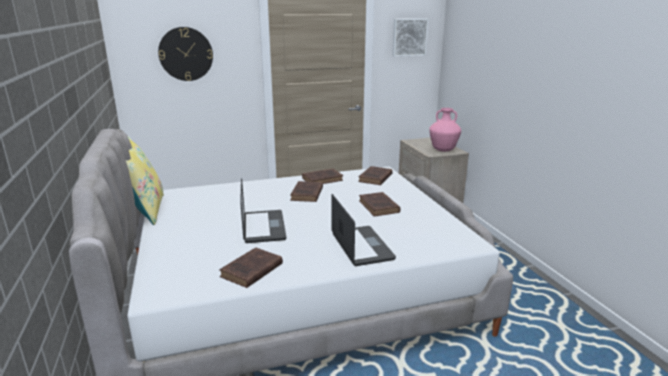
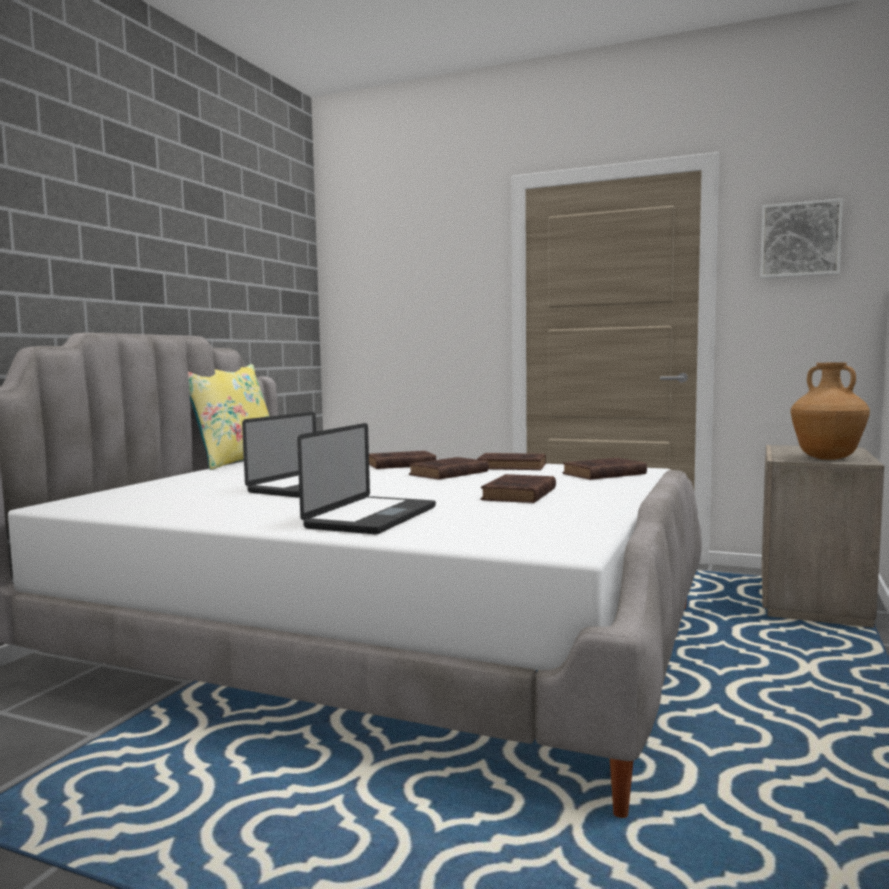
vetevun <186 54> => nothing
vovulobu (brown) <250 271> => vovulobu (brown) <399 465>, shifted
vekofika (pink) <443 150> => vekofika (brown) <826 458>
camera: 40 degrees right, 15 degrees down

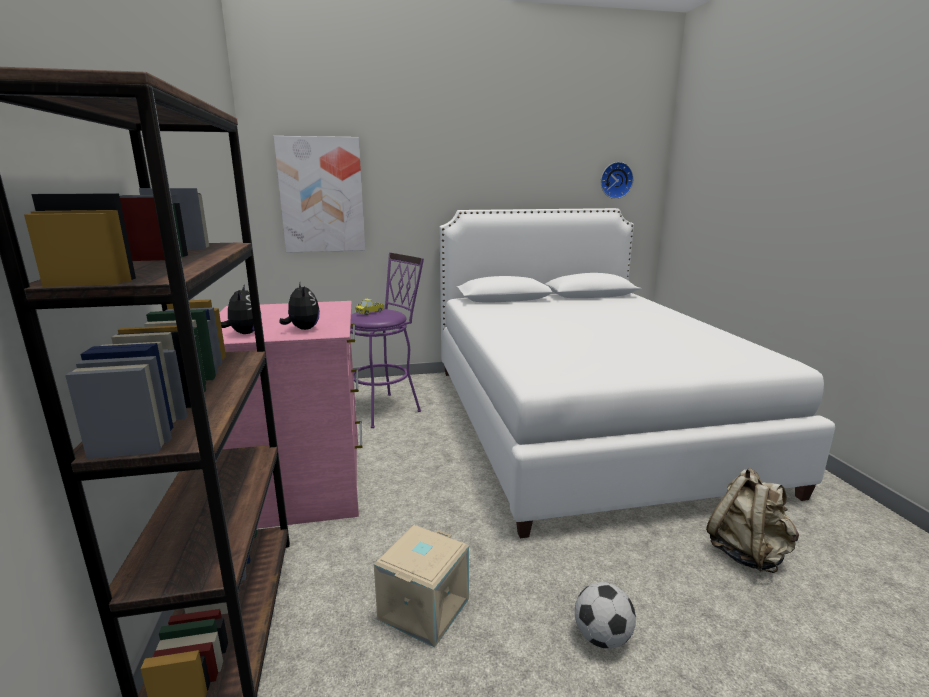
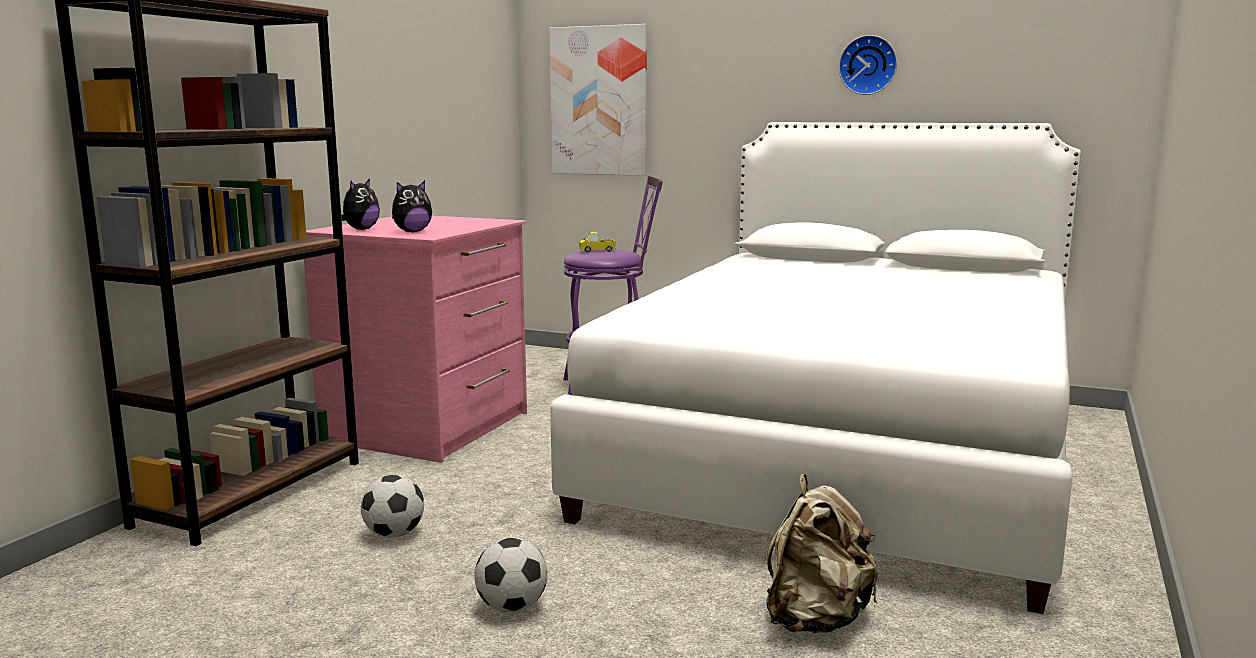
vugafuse <303 329> => vugafuse <412 232>, 45 degrees clockwise
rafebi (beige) <423 608> => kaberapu <394 534>
vetevun <615 180> => vetevun <868 65>, shifted
camera: 35 degrees right, 5 degrees down

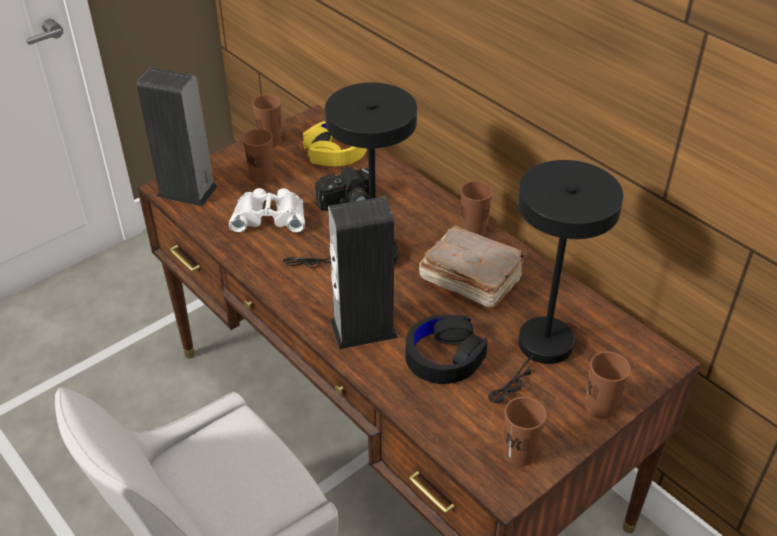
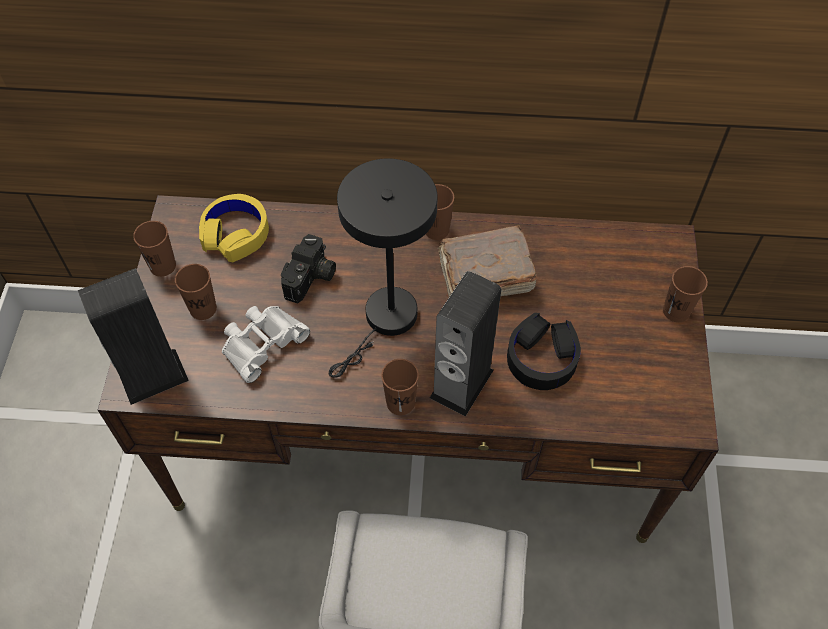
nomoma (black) <541 350> => nothing
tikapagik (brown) <519 453> => tikapagik (brown) <400 402>, shifted
camera: 45 degrees left, 15 degrees up

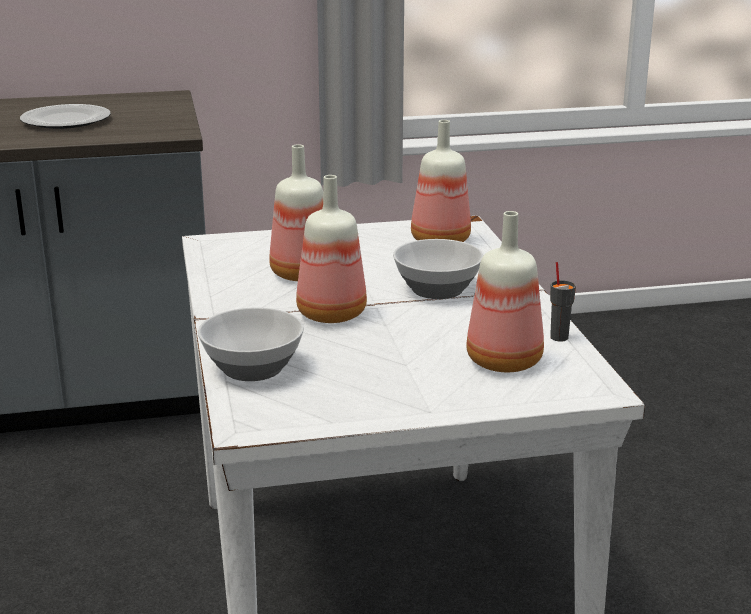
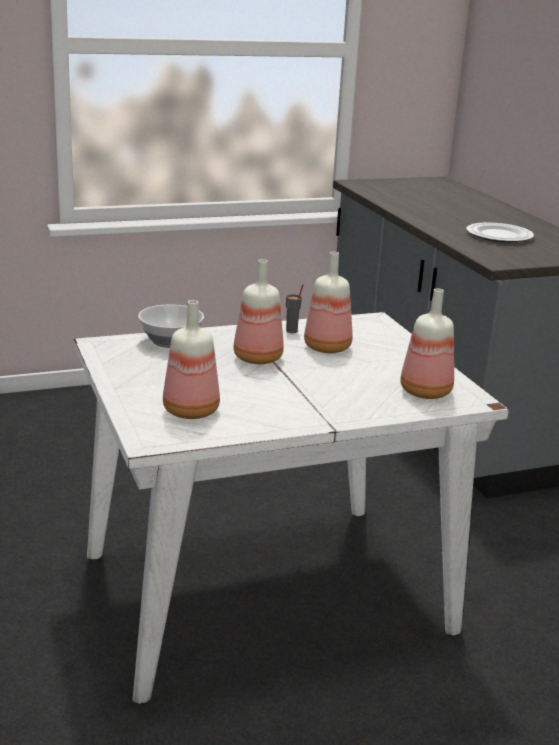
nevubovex <436 289> => nothing
tikapagik (grey) <559 337> => tikapagik (grey) <292 331>, shifted
camera: 80 degrees right, 0 degrees up

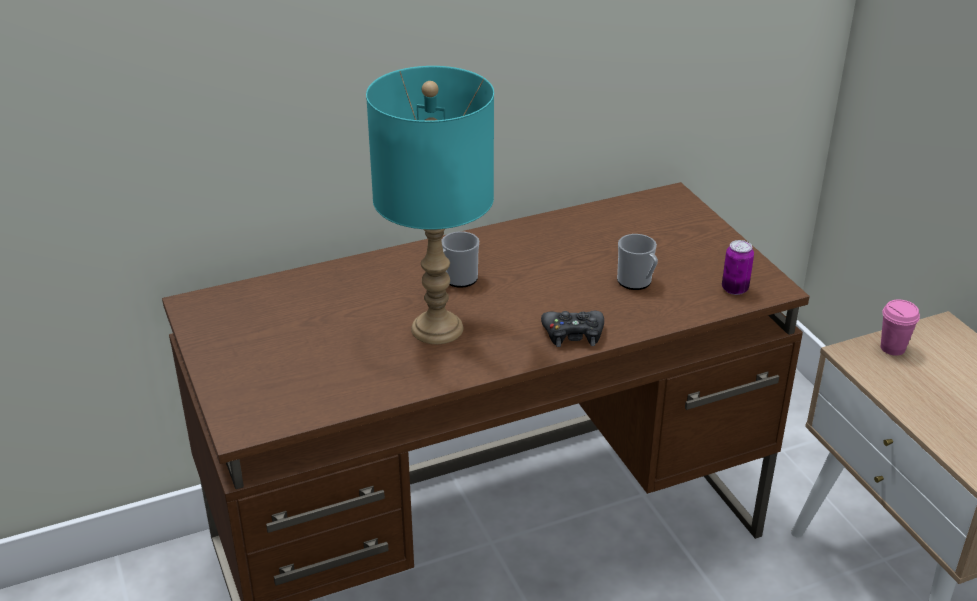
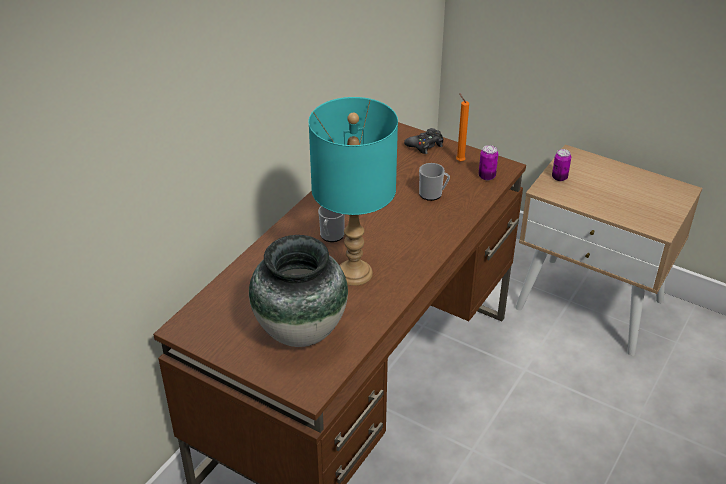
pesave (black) <573 334> => pesave (black) <425 145>, shifted
tikapagik (pink) <892 348> => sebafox <559 177>
nothing => vekofika <300 330>
nothing => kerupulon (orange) <459 161>
camera: 35 degrees left, 5 degrees up

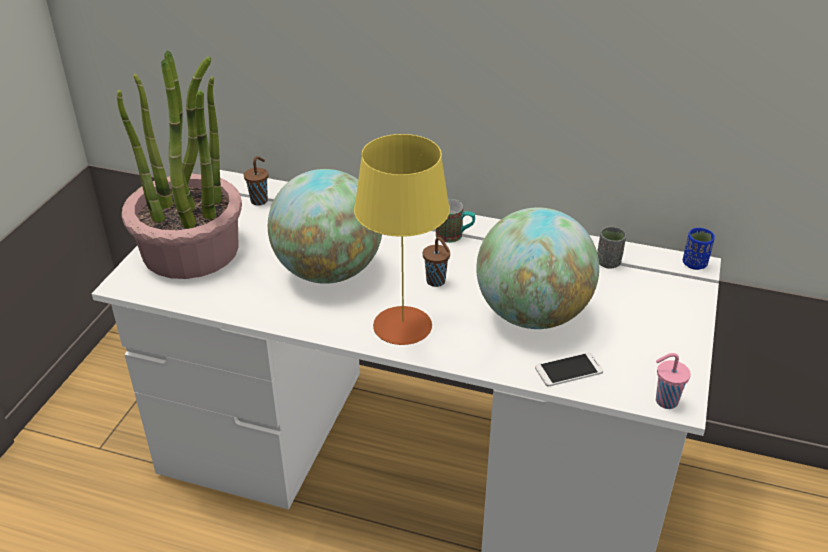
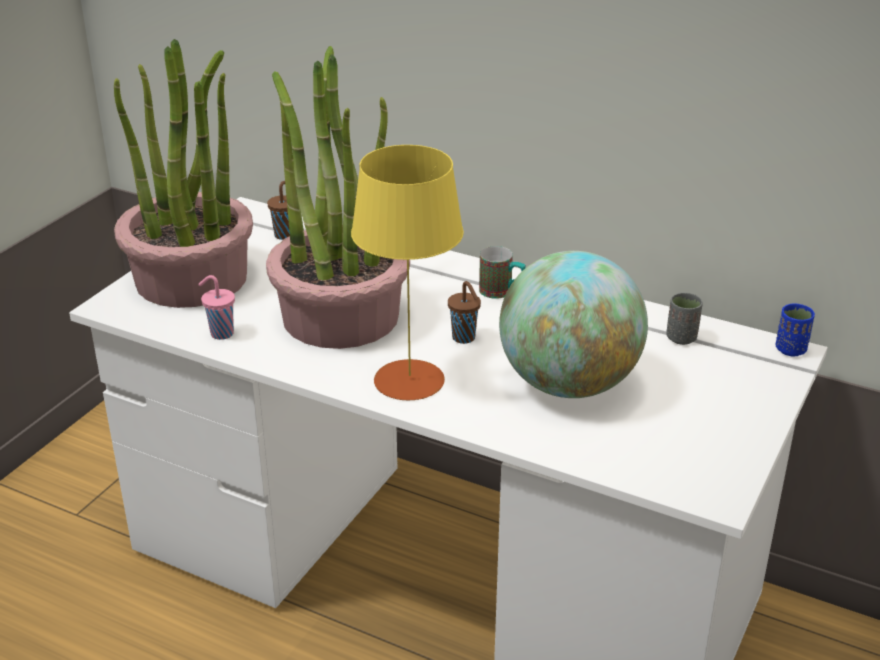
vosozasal <328 271> => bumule <340 315>
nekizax <568 370> => nothing
tikapagik (pink) <665 401> => tikapagik (pink) <220 333>, shifted
camera: 10 degrees right, 5 degrees down

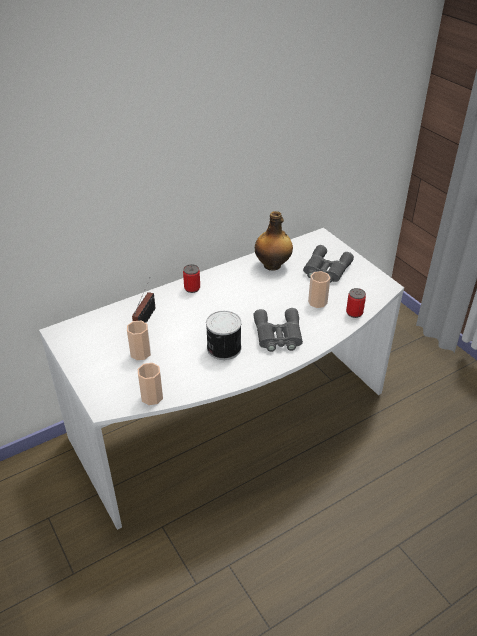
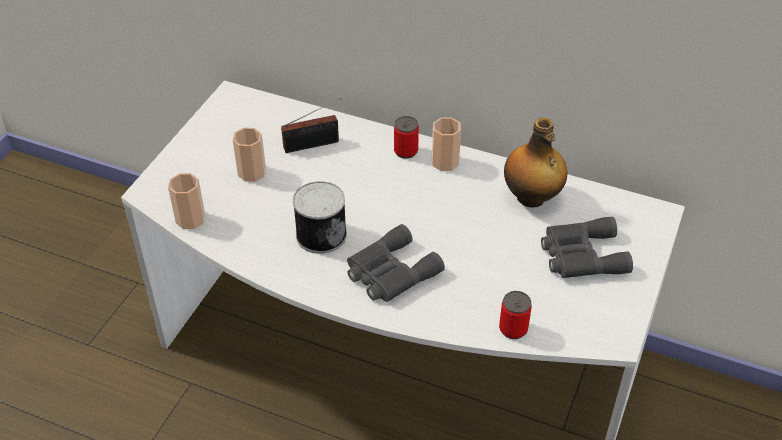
tikapagik <317 302> => tikapagik <445 162>, shifted
camera: 55 degrees right, 5 degrees up

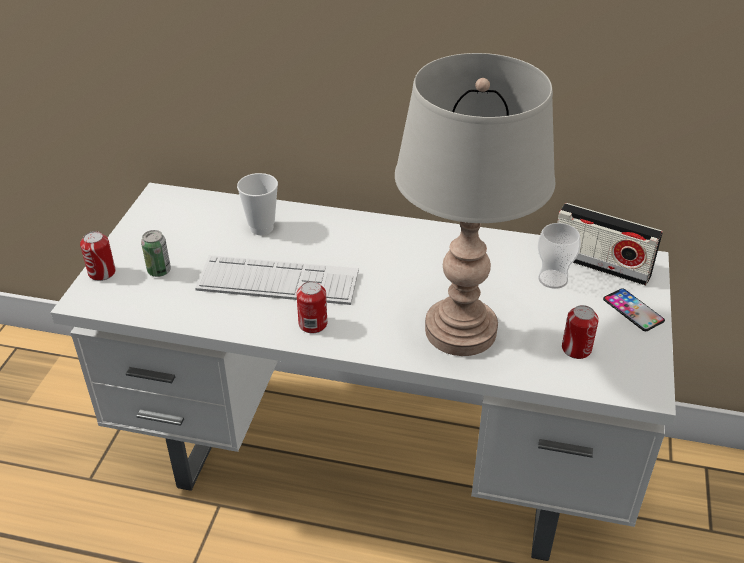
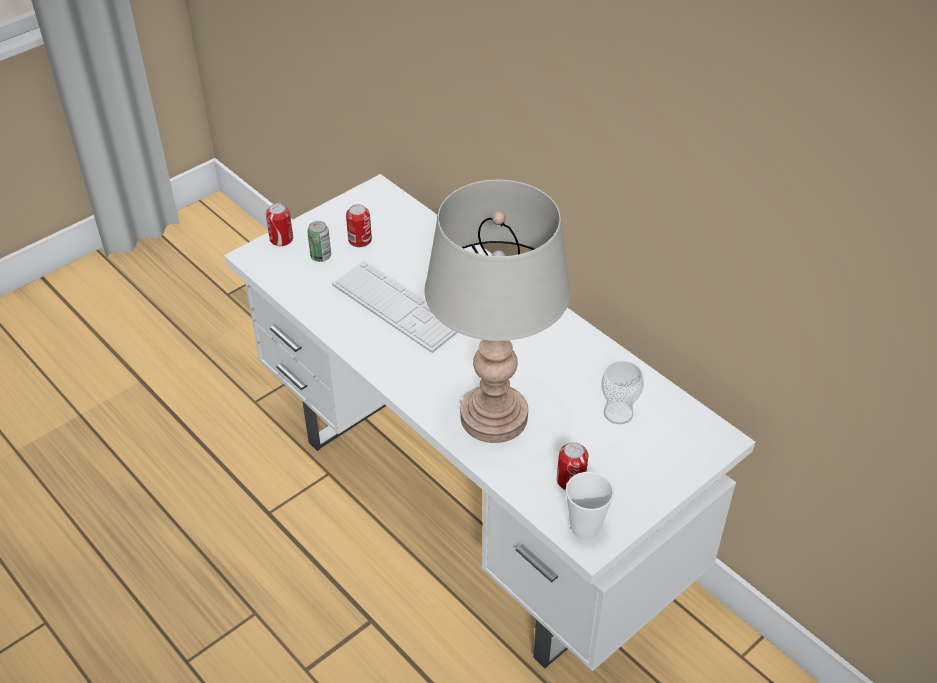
tikapagik <261 228> => tikapagik <585 528>, shifted
sebafox <313 324> => sebafox <360 240>, shifted
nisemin <600 265> => nothing
nekizax <633 310> => nothing
camera: 35 degrees right, 5 degrees up

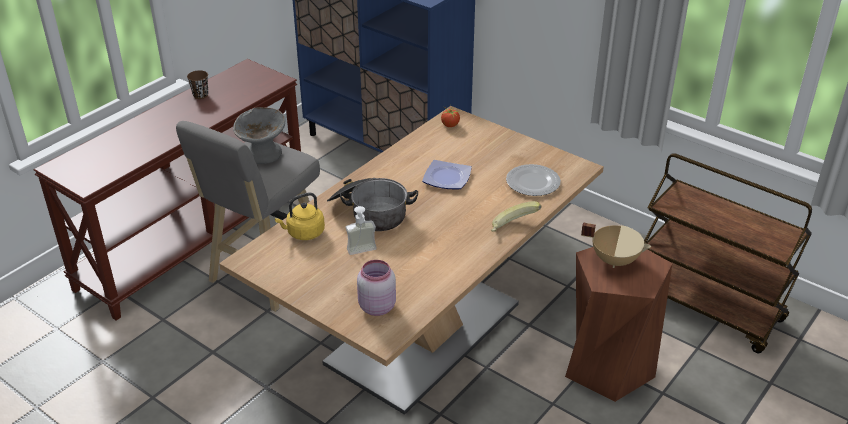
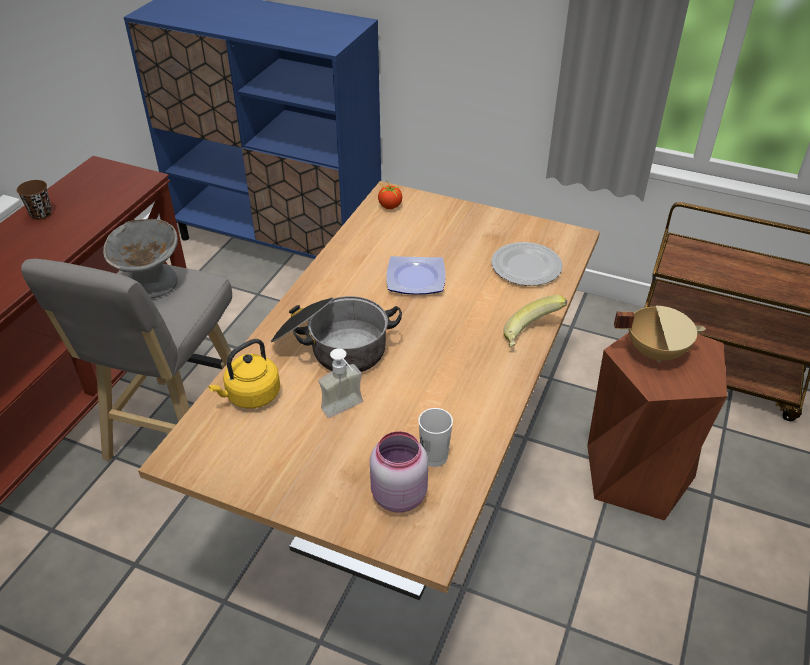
nothing => tikapagik (white) <434 456>
camera: 15 degrees left, 5 degrees up

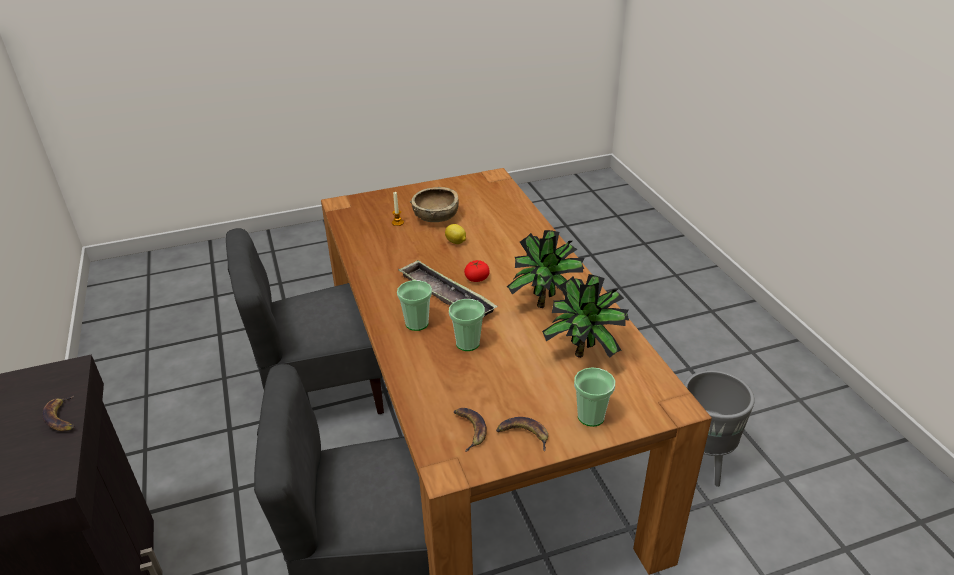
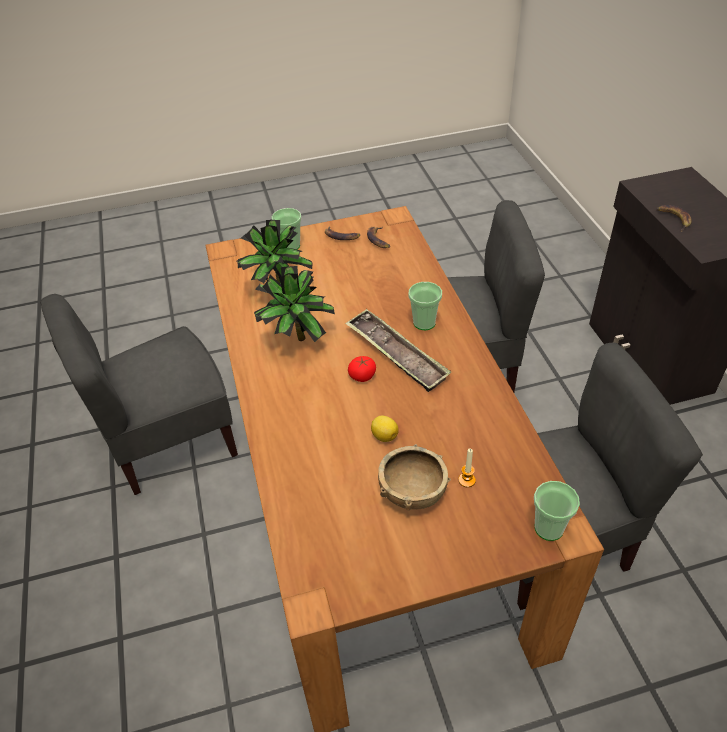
tikapagik <467 343> => tikapagik <549 528>, shifted
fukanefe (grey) <703 463> => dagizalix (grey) <170 442>
camera: 175 degrees left, 10 degrees up

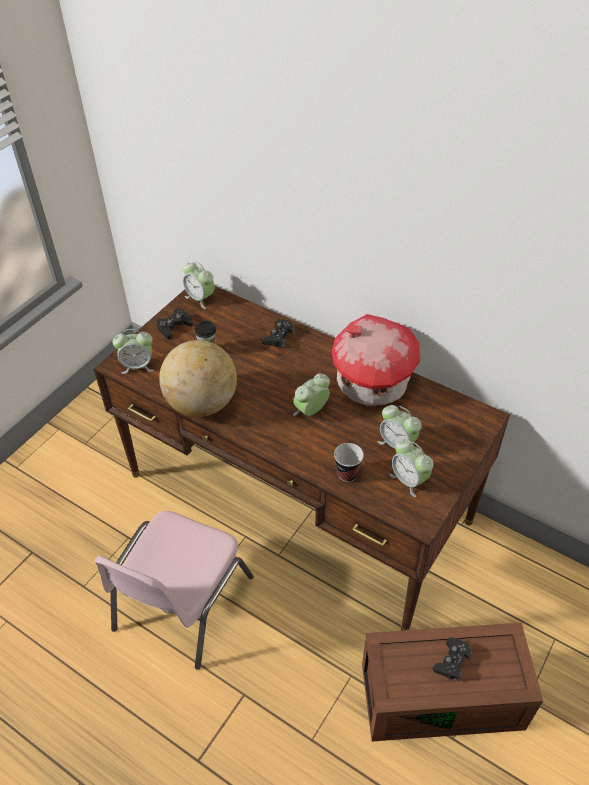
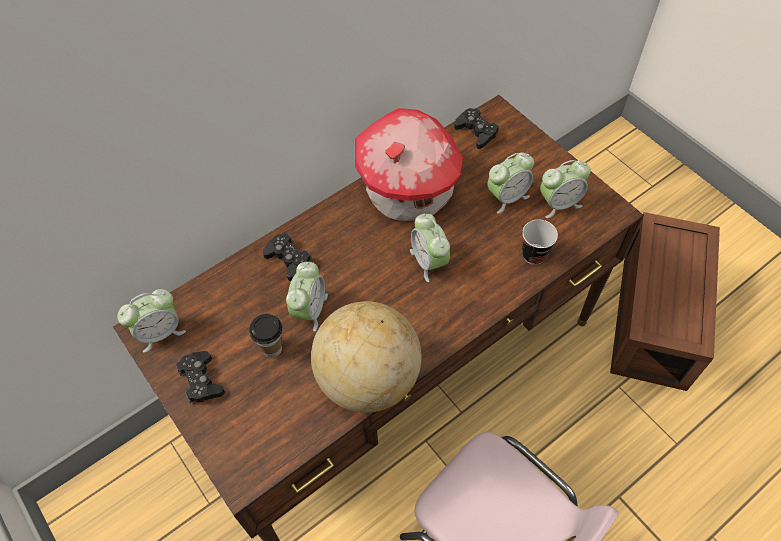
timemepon <138 366> => timemepon <309 310>, shifted
pesave (black) <451 661> => pesave (black) <476 131>, shifted
camera: 70 degrees left, 10 degrees up

